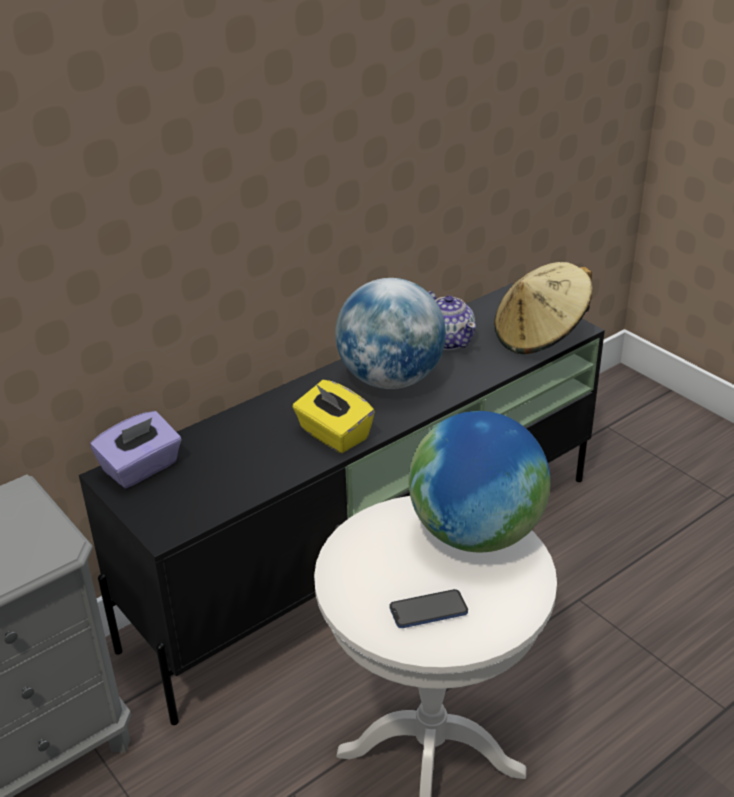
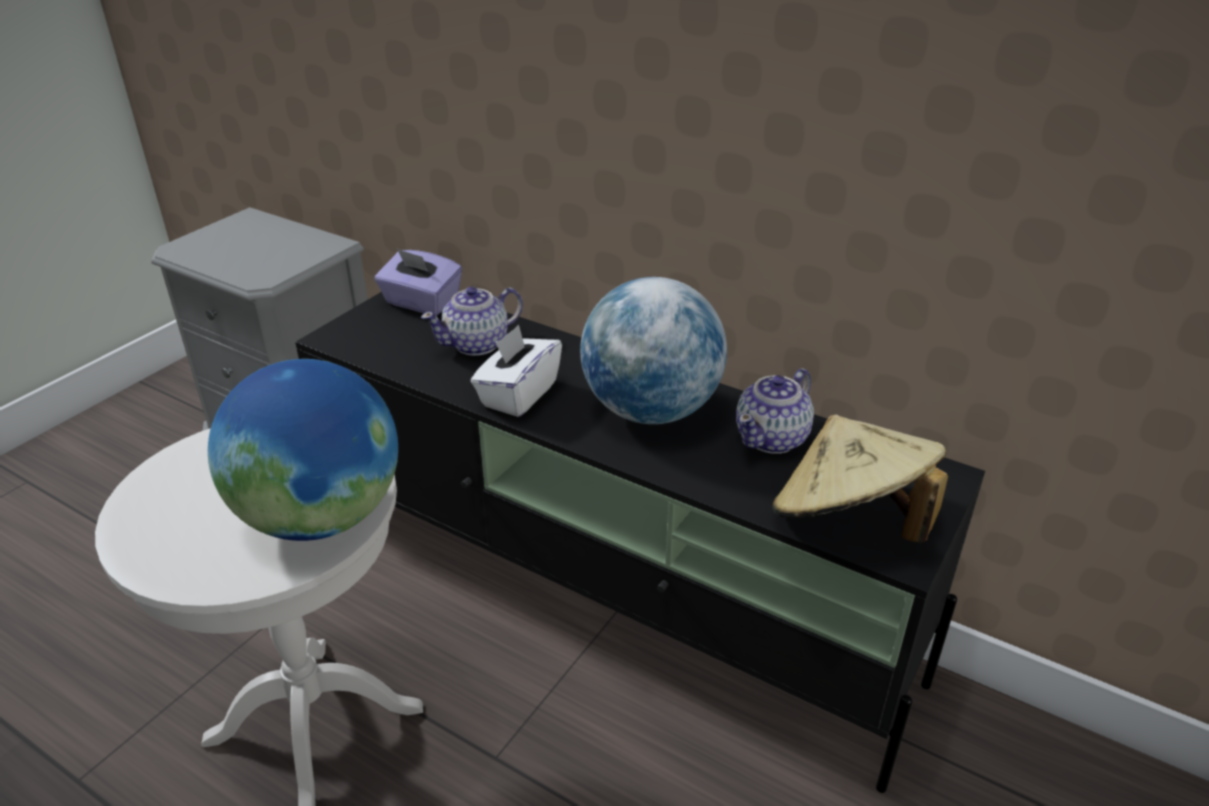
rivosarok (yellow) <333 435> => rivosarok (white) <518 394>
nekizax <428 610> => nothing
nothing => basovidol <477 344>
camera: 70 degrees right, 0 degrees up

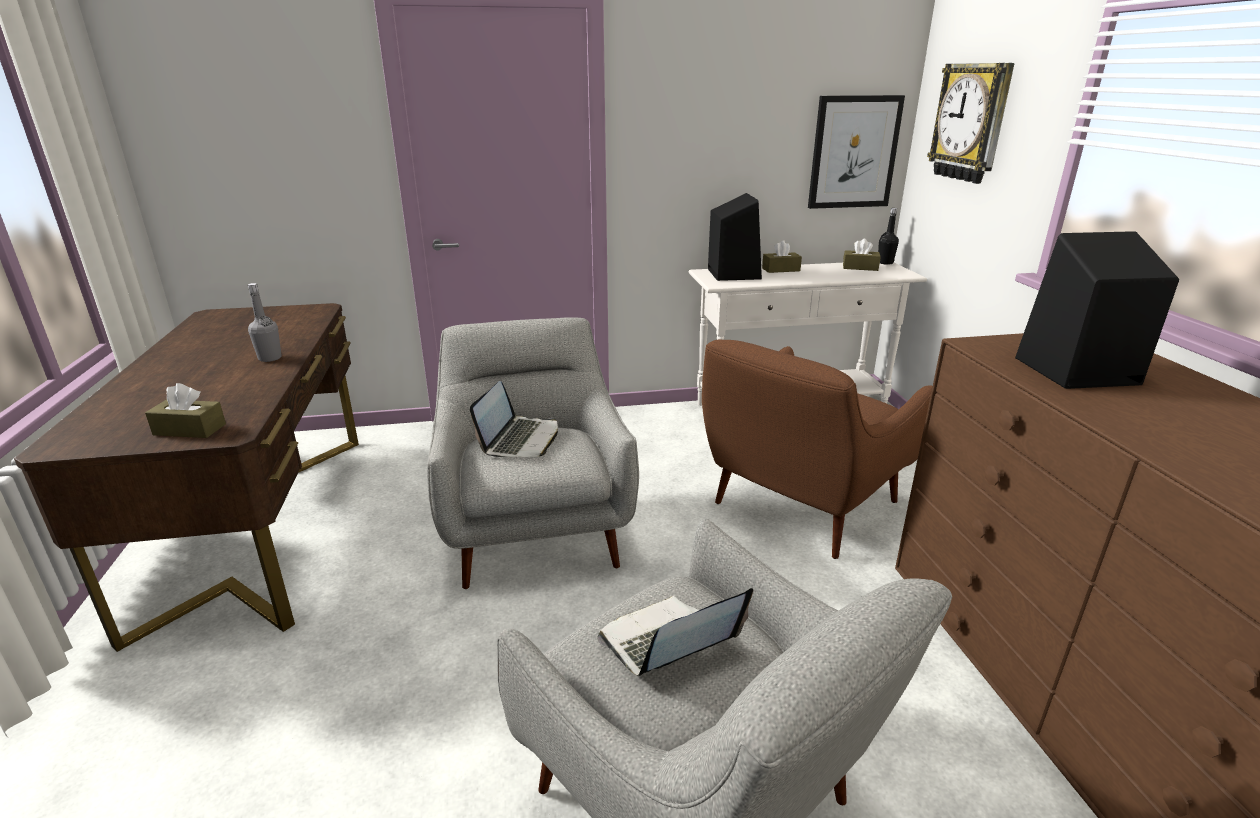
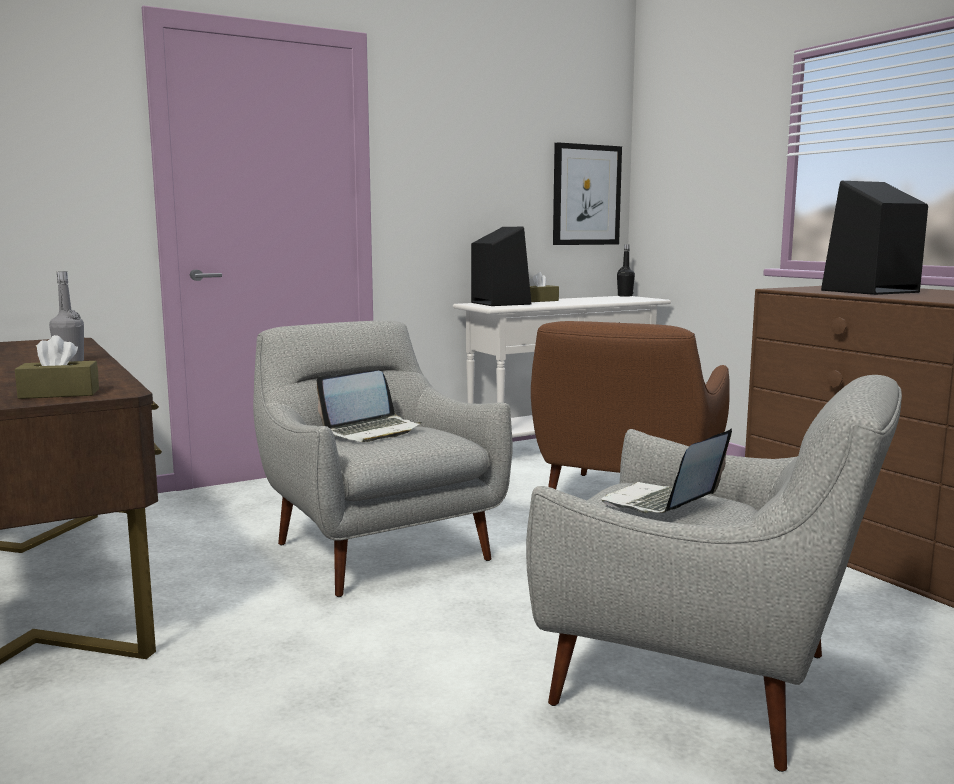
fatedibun <520 439> => fatedibun <372 431>, 60 degrees clockwise
rivosarok (brown) <860 267> => nothing
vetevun <971 122> => nothing
camera: 20 degrees left, 15 degrees down

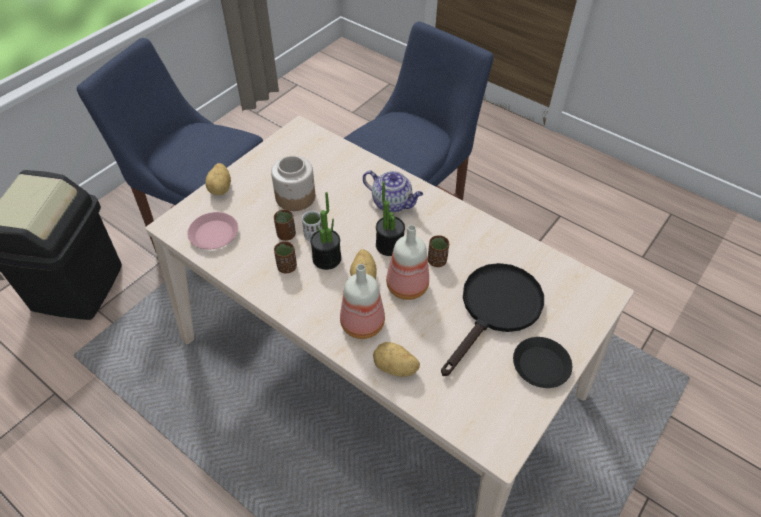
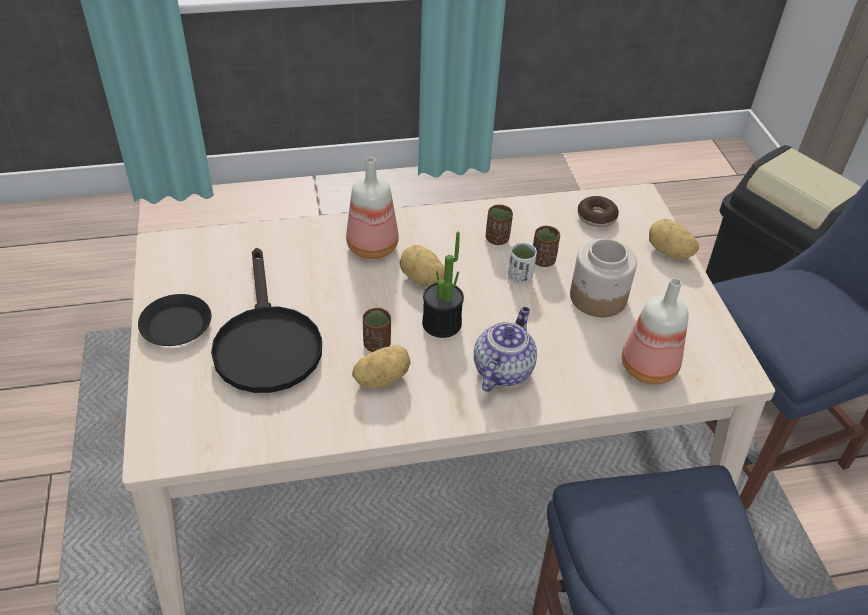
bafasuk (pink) <214 234> => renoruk <596 217>
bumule <326 258> => nothing
basovidol <392 203> => basovidol <502 369>, 135 degrees clockwise
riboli <395 368> => riboli <381 378>, shifted
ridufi <407 287> => ridufi <647 366>, shifted
camera: 130 degrees right, 5 degrees down

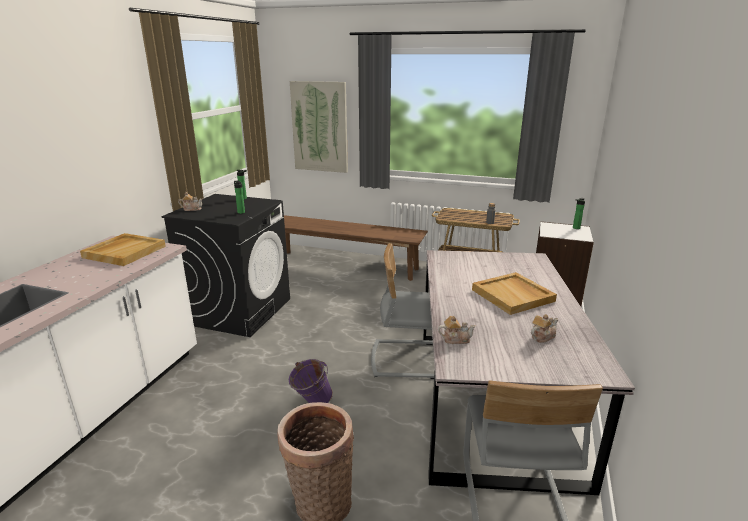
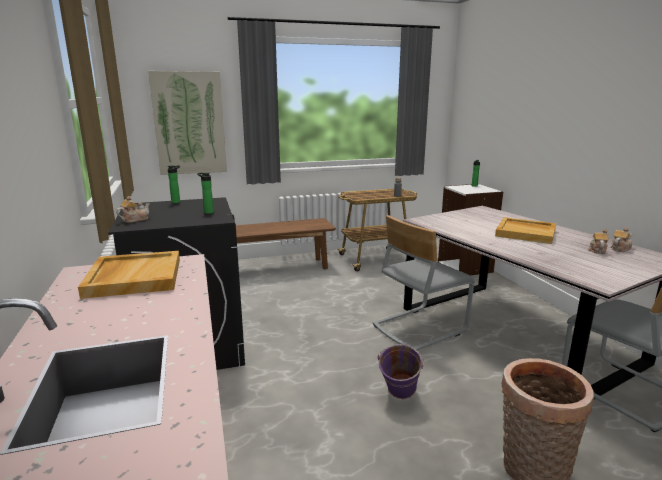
basovidol <455 339> => basovidol <620 249>, shifted
camera: 35 degrees left, 5 degrees down

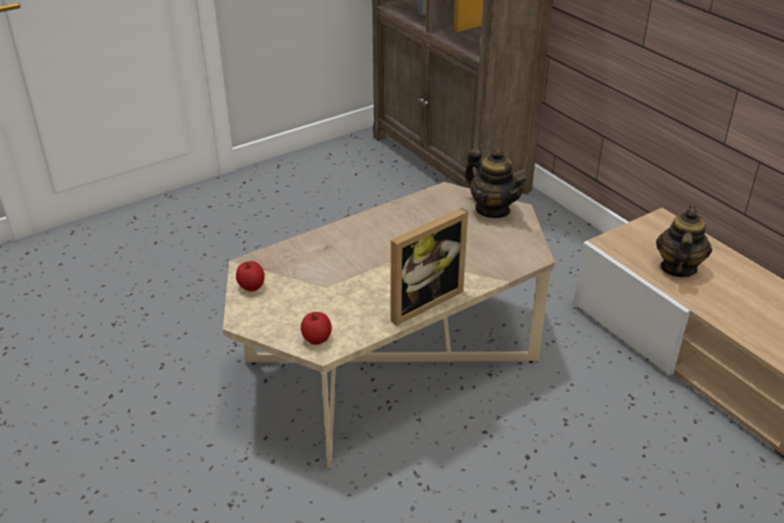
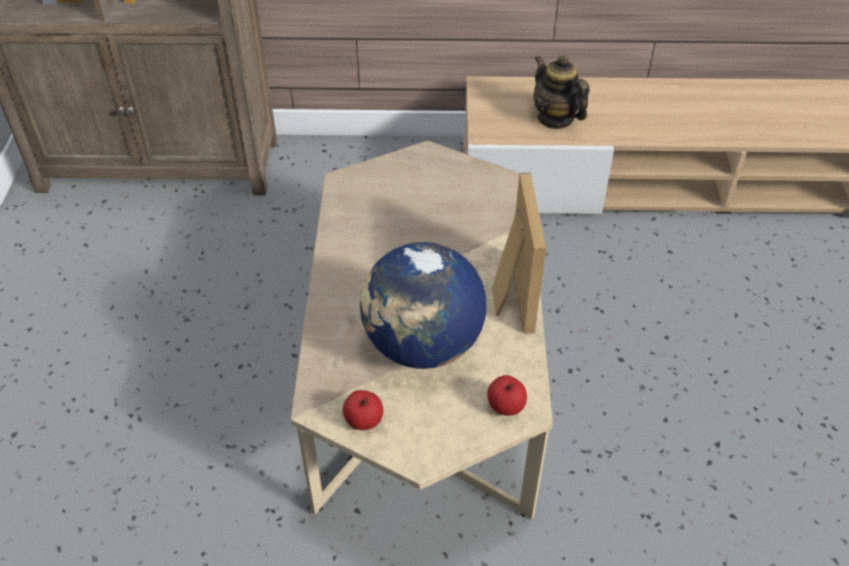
basovidol <492 209> => nothing
nothing => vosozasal <422 346>
camera: 55 degrees left, 10 degrees up

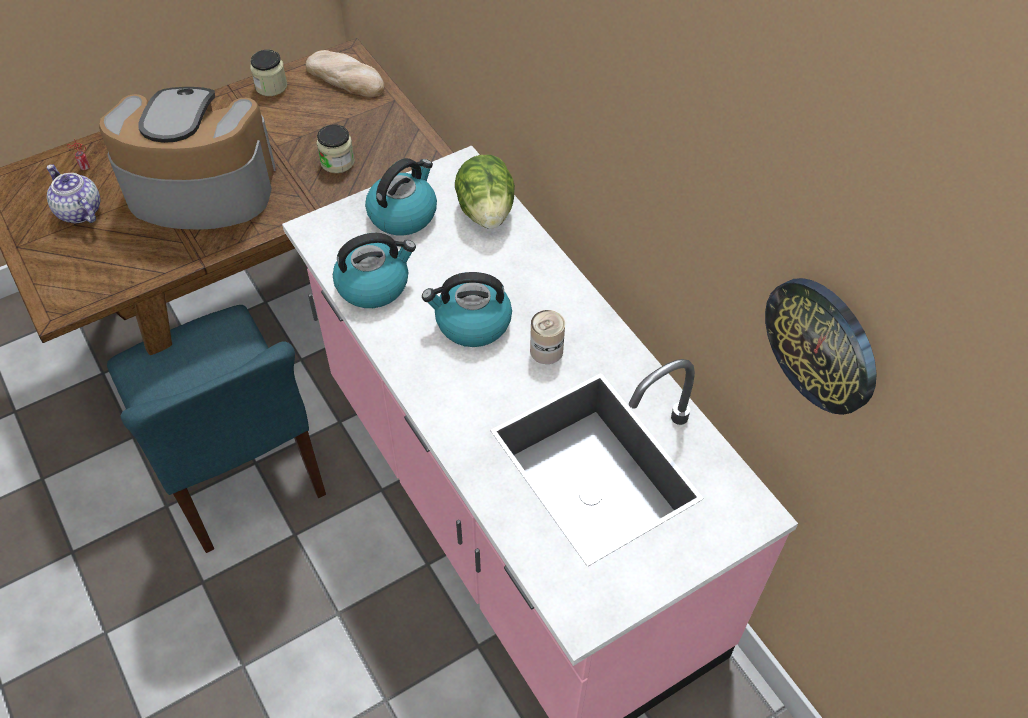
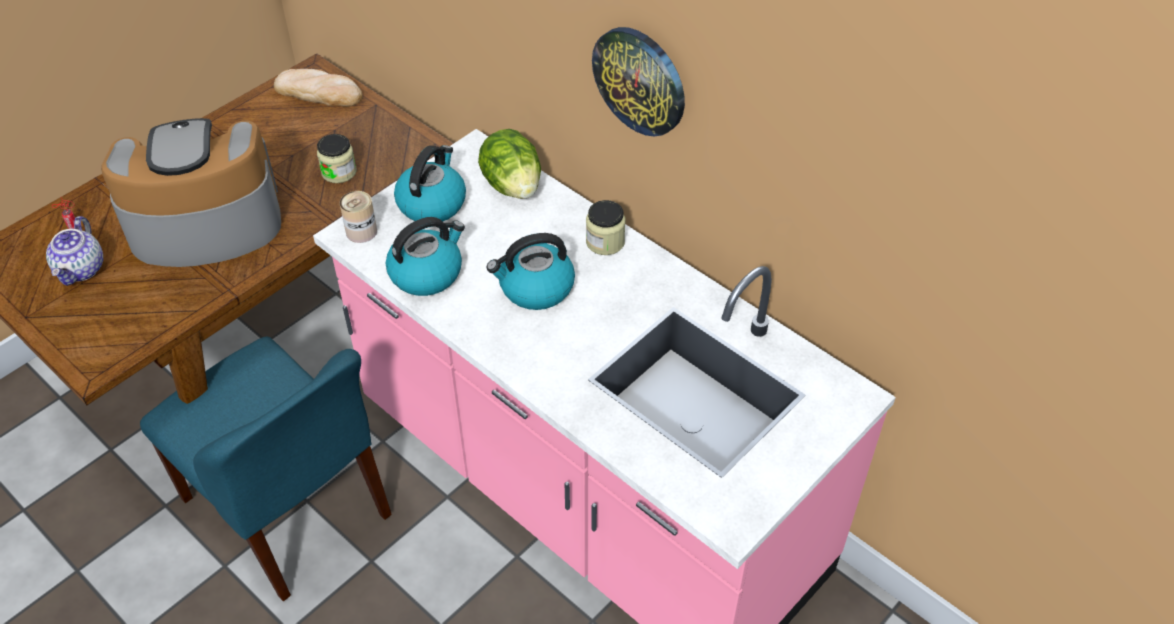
basovidol <78 211> => basovidol <81 270>, 120 degrees counterclockwise
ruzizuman <271 86> => ruzizuman <605 242>, shifted
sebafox <546 350> => sebafox <361 231>, shifted
vetevun <822 344> => vetevun <640 80>, shifted
camera: 15 degrees left, 5 degrees down

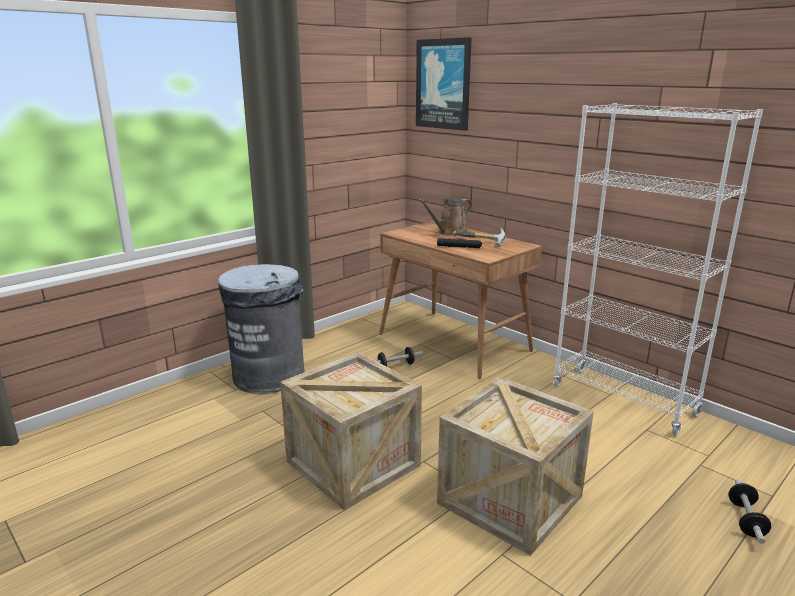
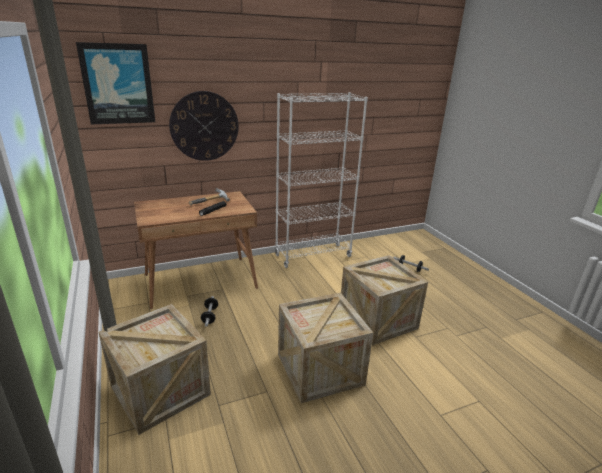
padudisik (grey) <269 376> => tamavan <160 390>
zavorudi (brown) <450 232> => nothing
nothing => vetevun <204 126>
camera: 70 degrees left, 5 degrees up

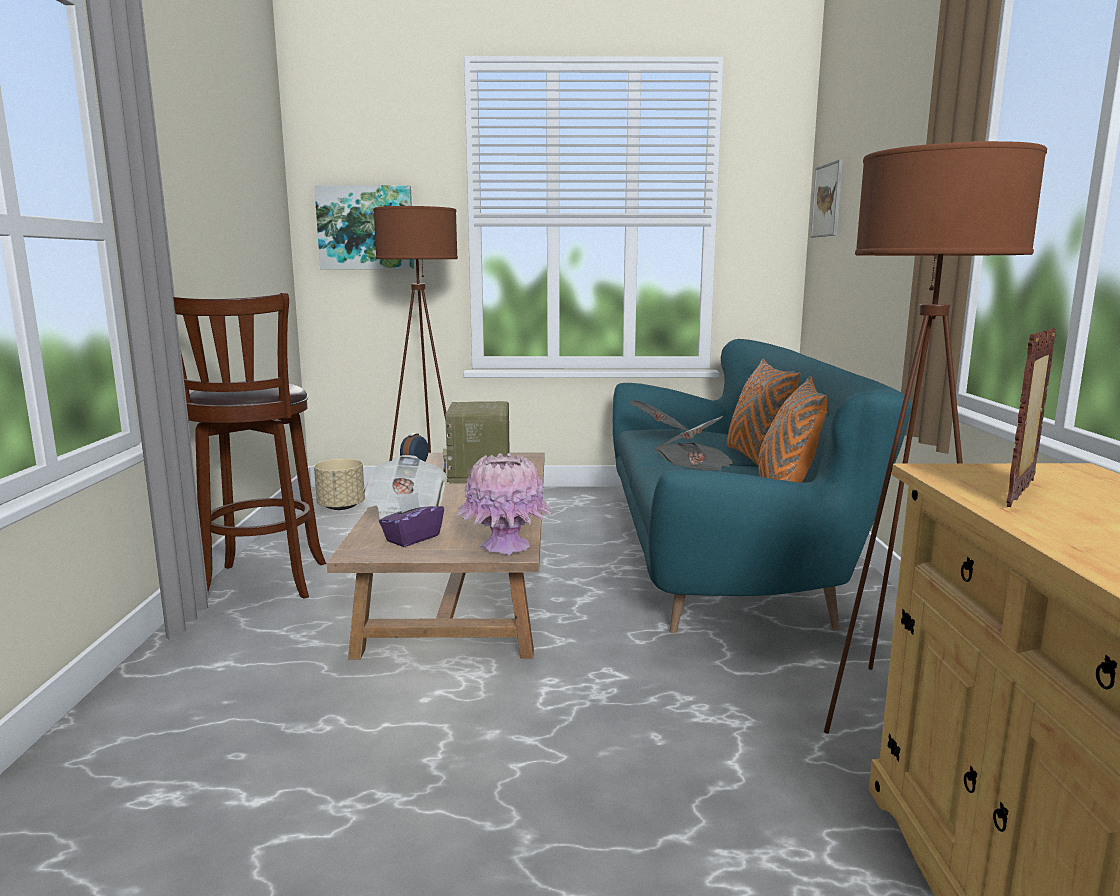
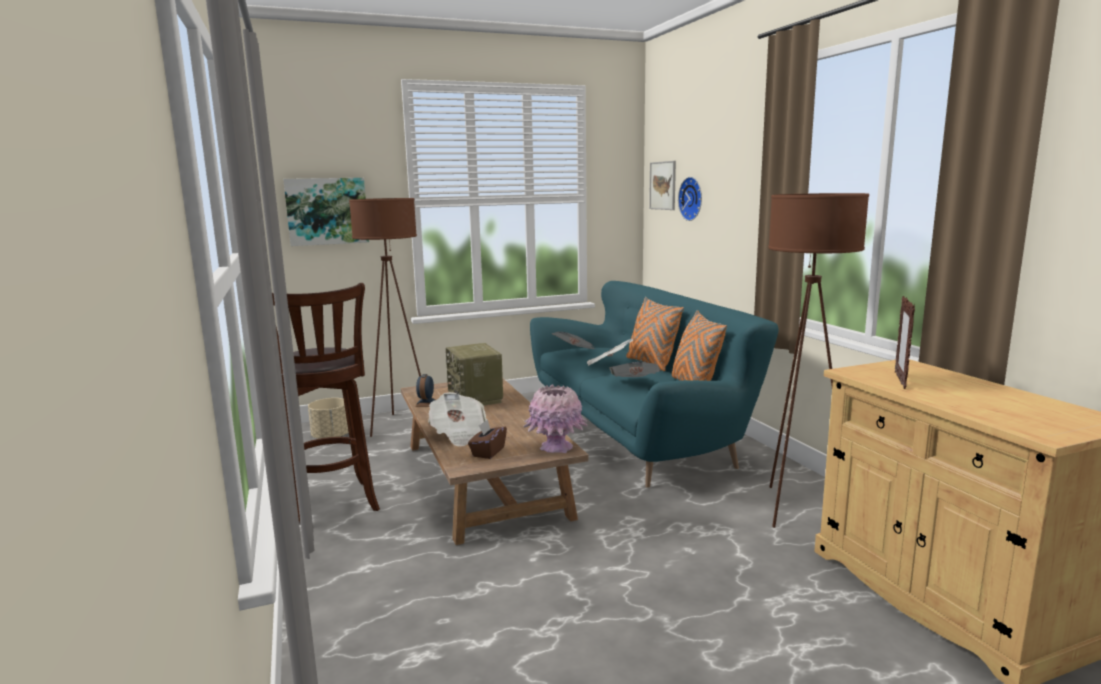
rivosarok (purple) <412 538> => rivosarok (brown) <488 452>
nothing => vetevun <692 198>
camera: 20 degrees left, 0 degrees up

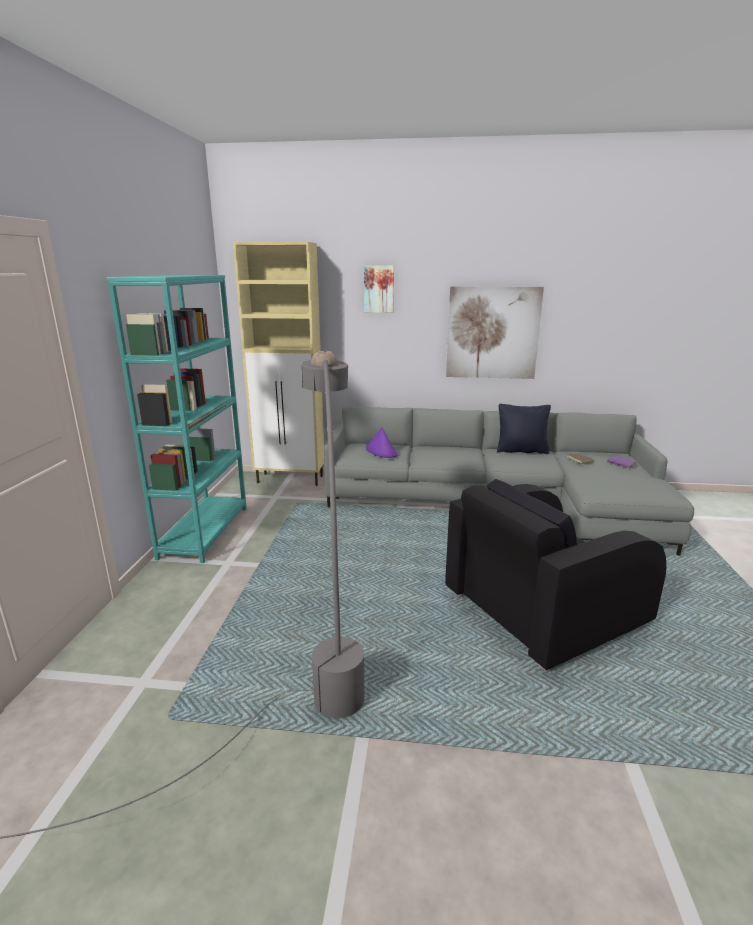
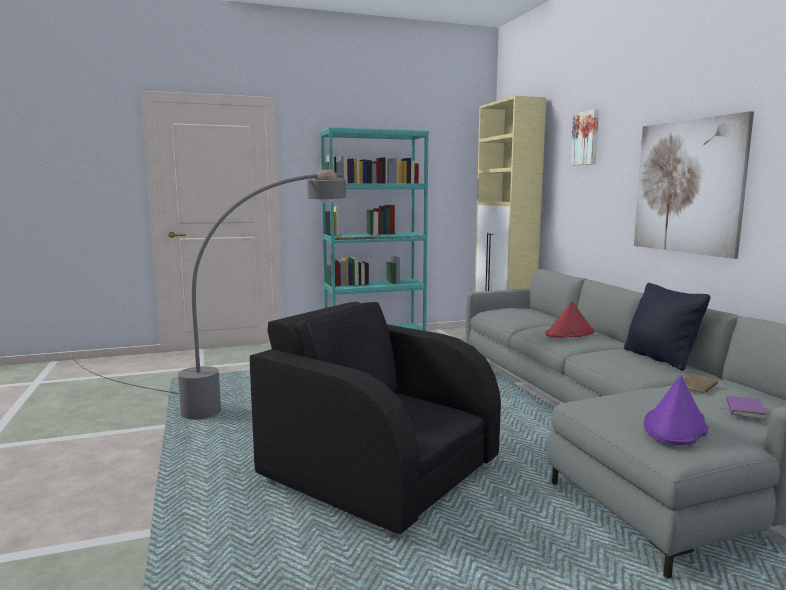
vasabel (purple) <381 451> => vasabel (purple) <675 427>, shifted
nothing => vasabel (red) <570 333>
camera: 65 degrees right, 10 degrees down

